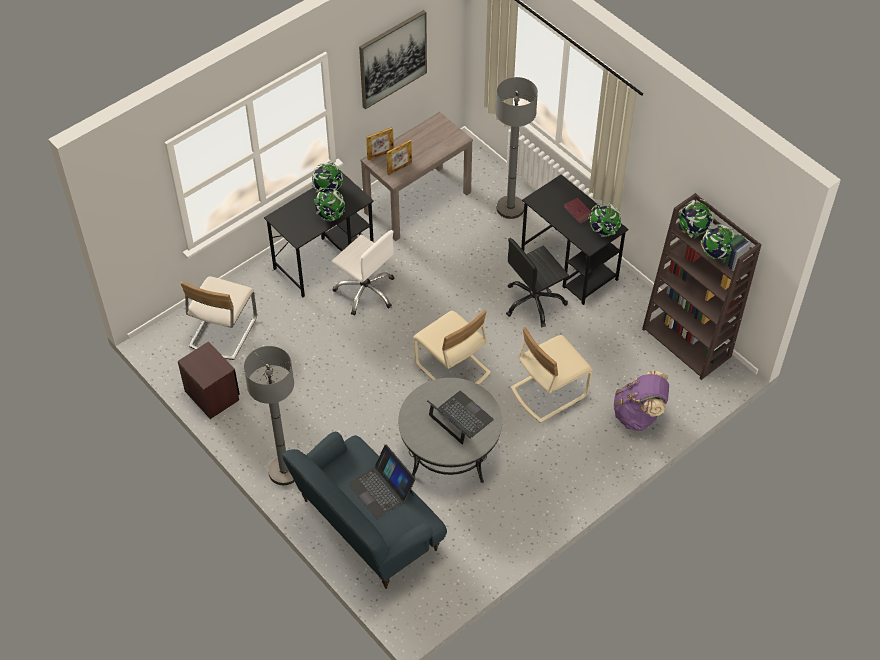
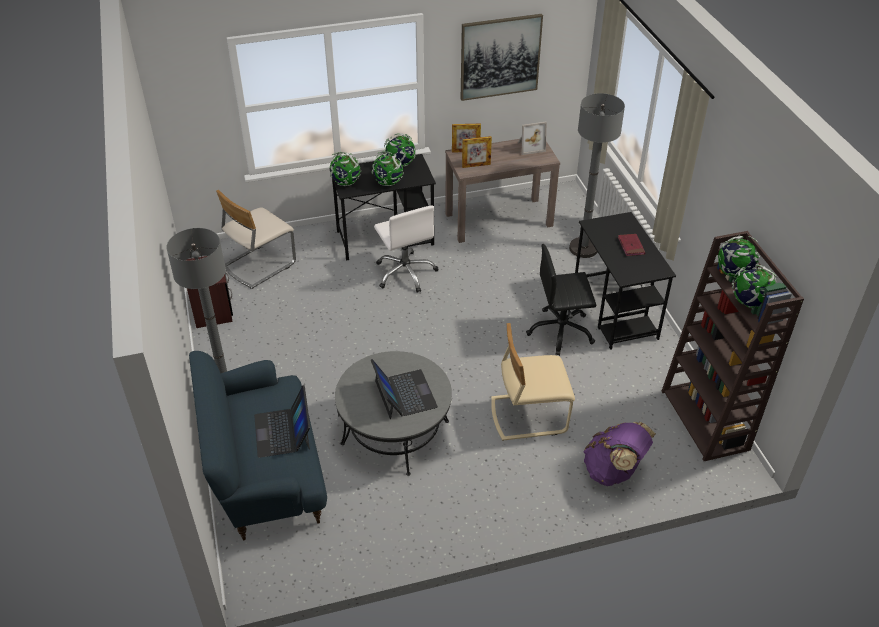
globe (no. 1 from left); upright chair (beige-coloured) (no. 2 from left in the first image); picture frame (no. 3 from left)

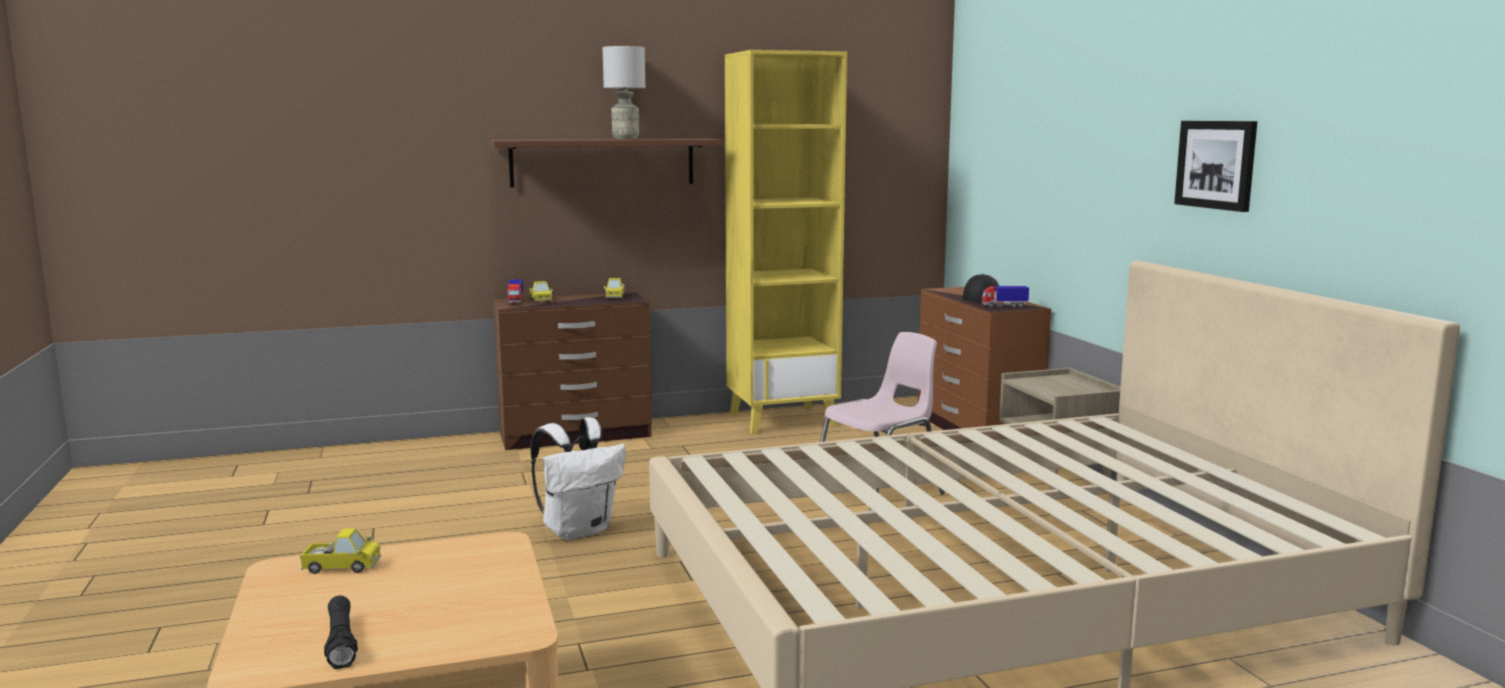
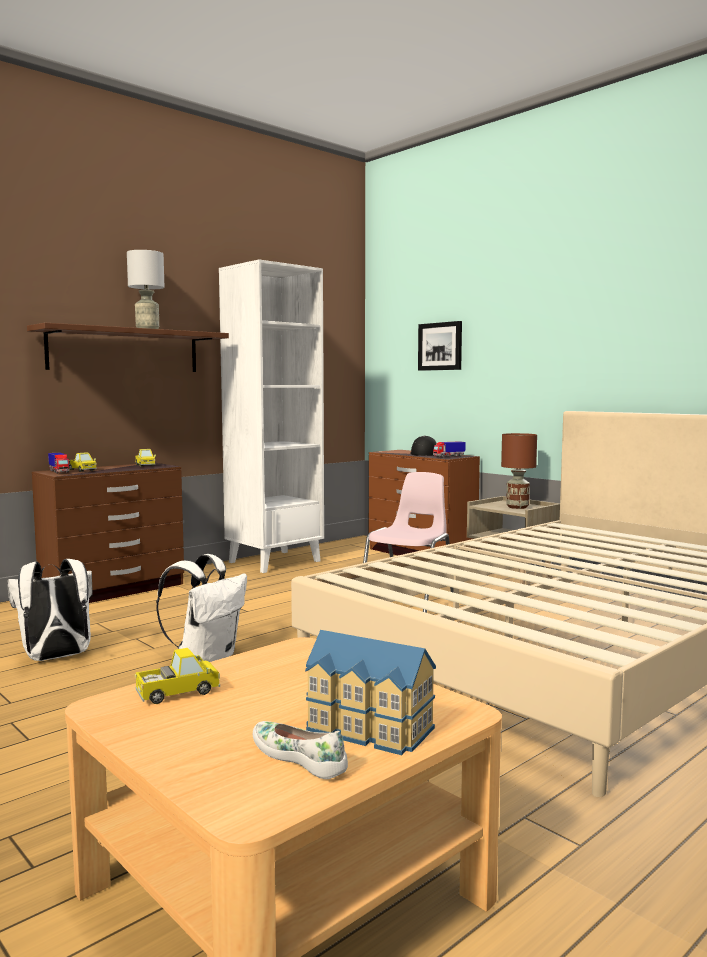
bookcase (white-coloured); wall picture; shoe (white-coloured); tabletop lamp (brown-coloured); rucksack (white-coloured) (no. 1 from left); toy house

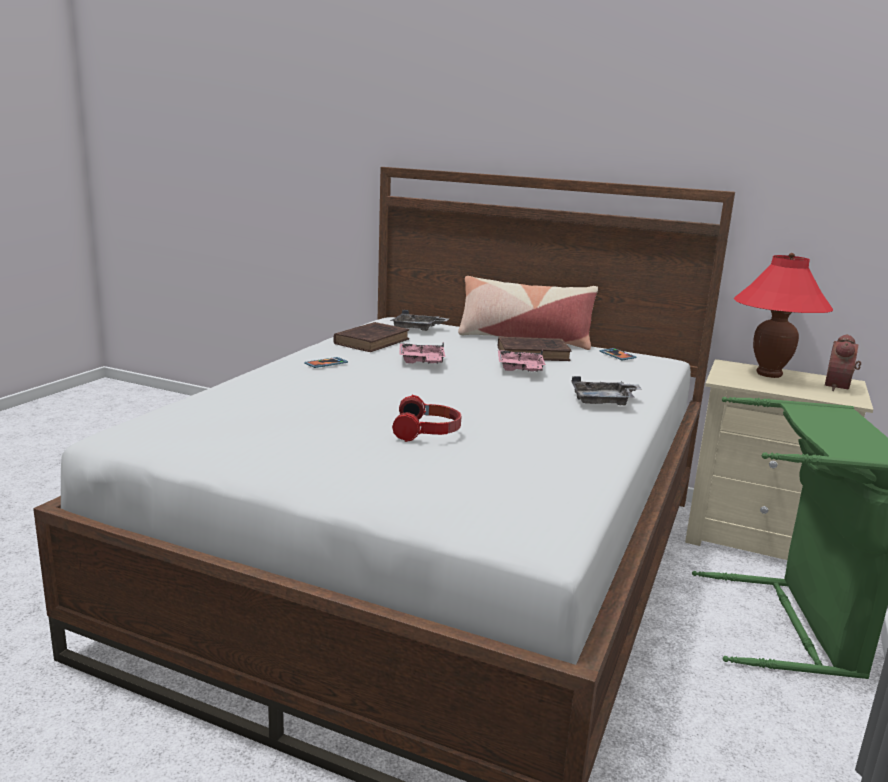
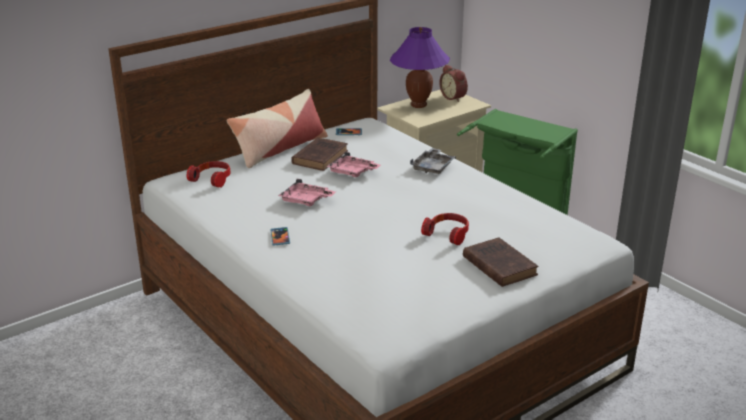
tabletop lamp (purplish); headphones (no. 1 from left); volume (brown-coloured) (no. 2 from left)

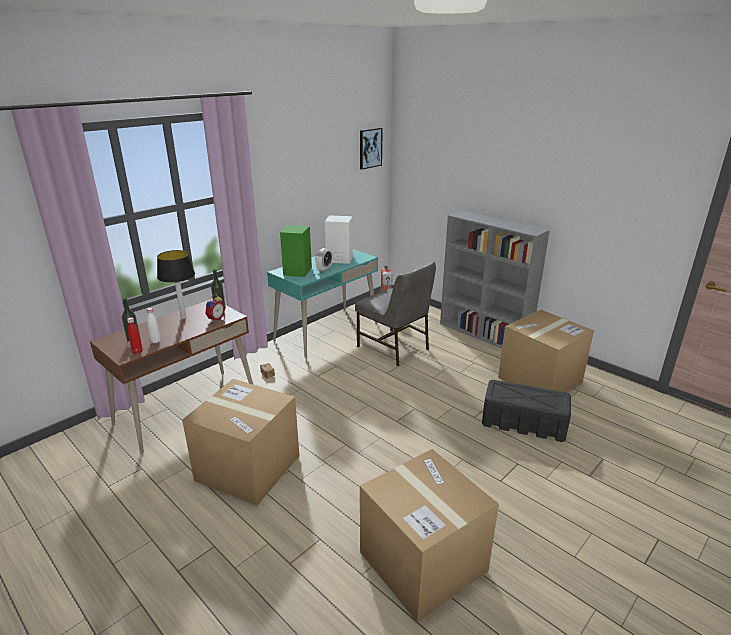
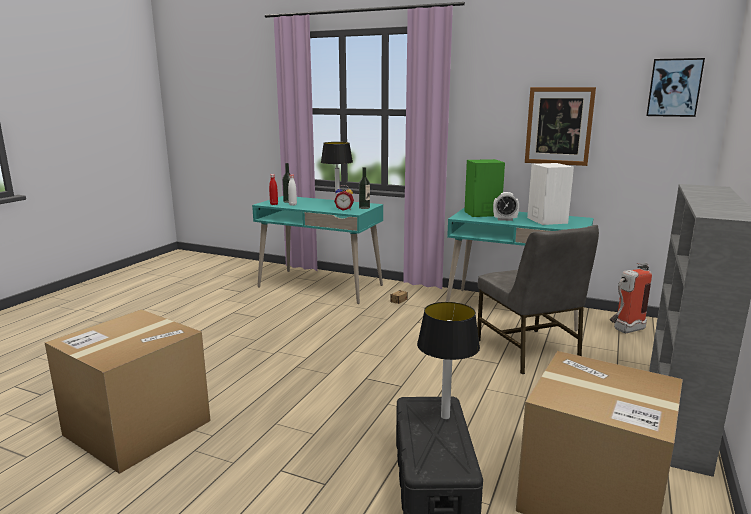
upright chair (gray); desk unit (blue-green) (no. 1 from left); packing box (no. 1 from left in the first image); wall picture (no. 1 from left); tabletop lamp (no. 2 from left)

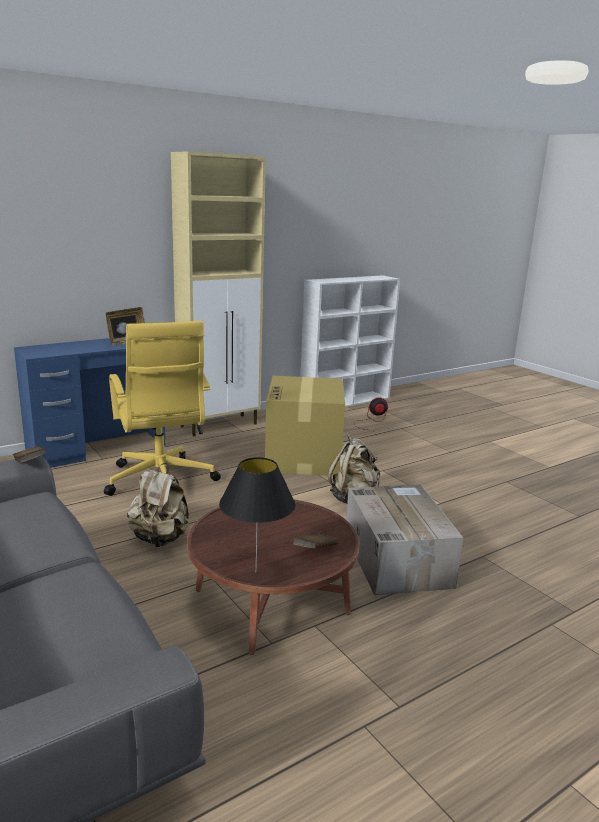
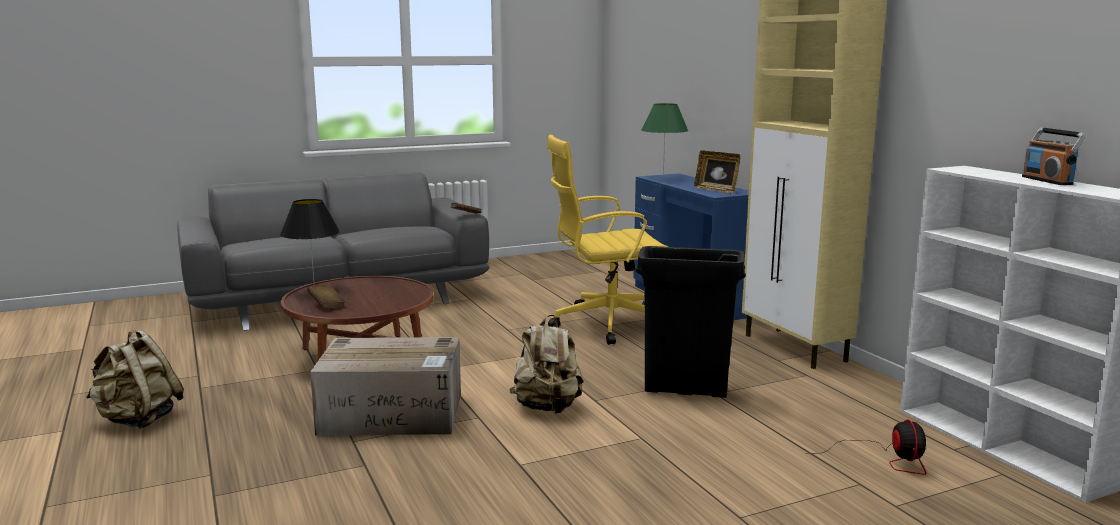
trash can (black-coloured); rucksack (beige-coloured) (no. 1 from left); tabletop lamp (green-coloured); radio set

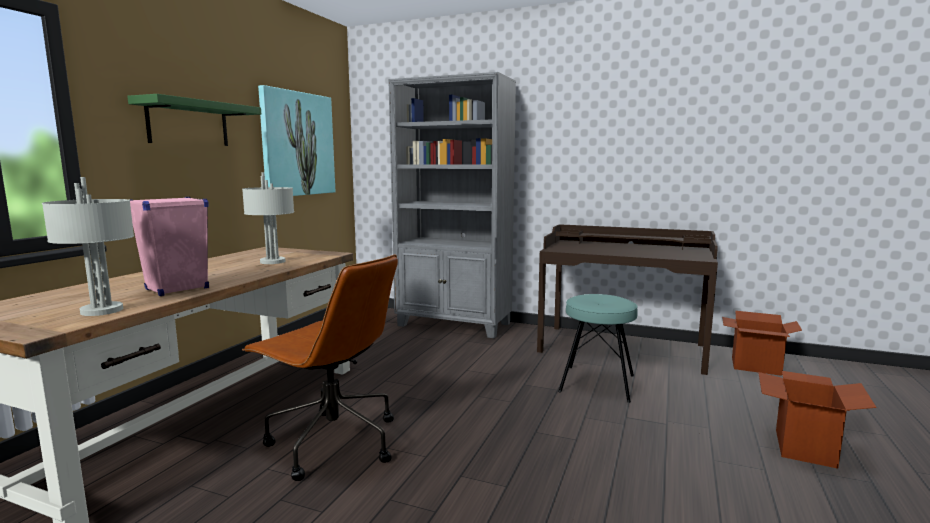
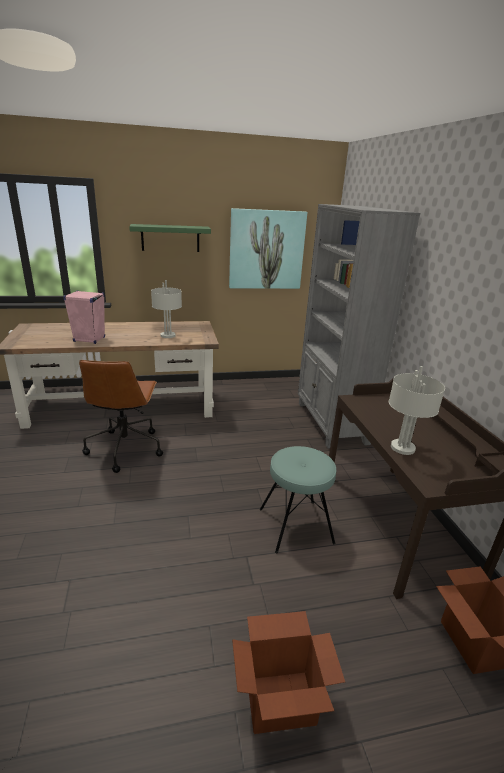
tabletop lamp (gray) (no. 2 from left)

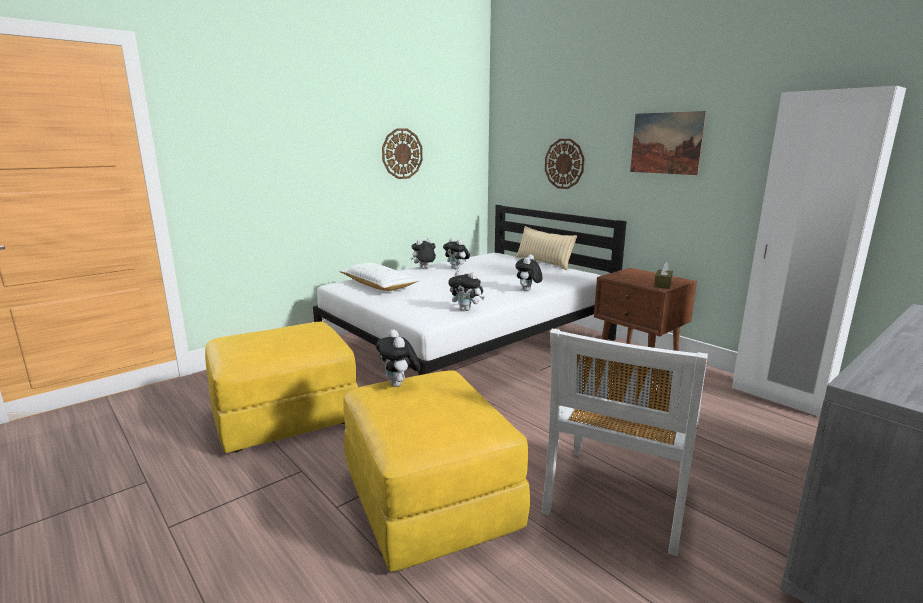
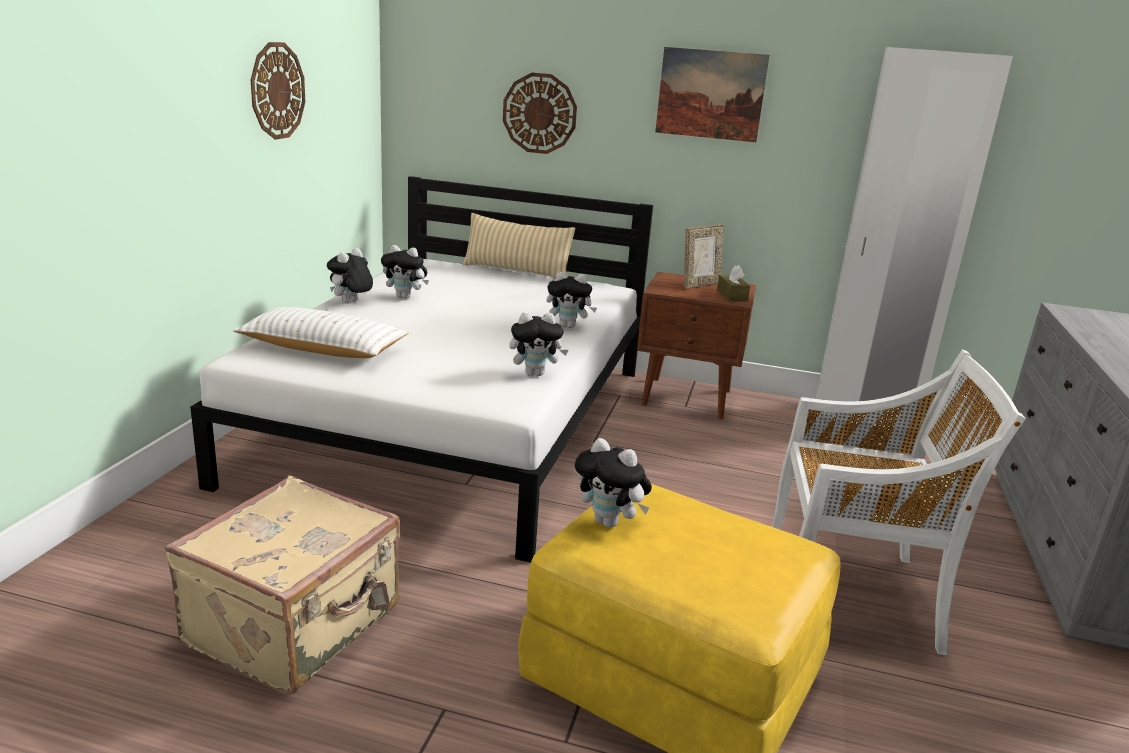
soft toy (no. 4 from left); suitcase (beige-coloured); upright chair (white-coloured); picture frame

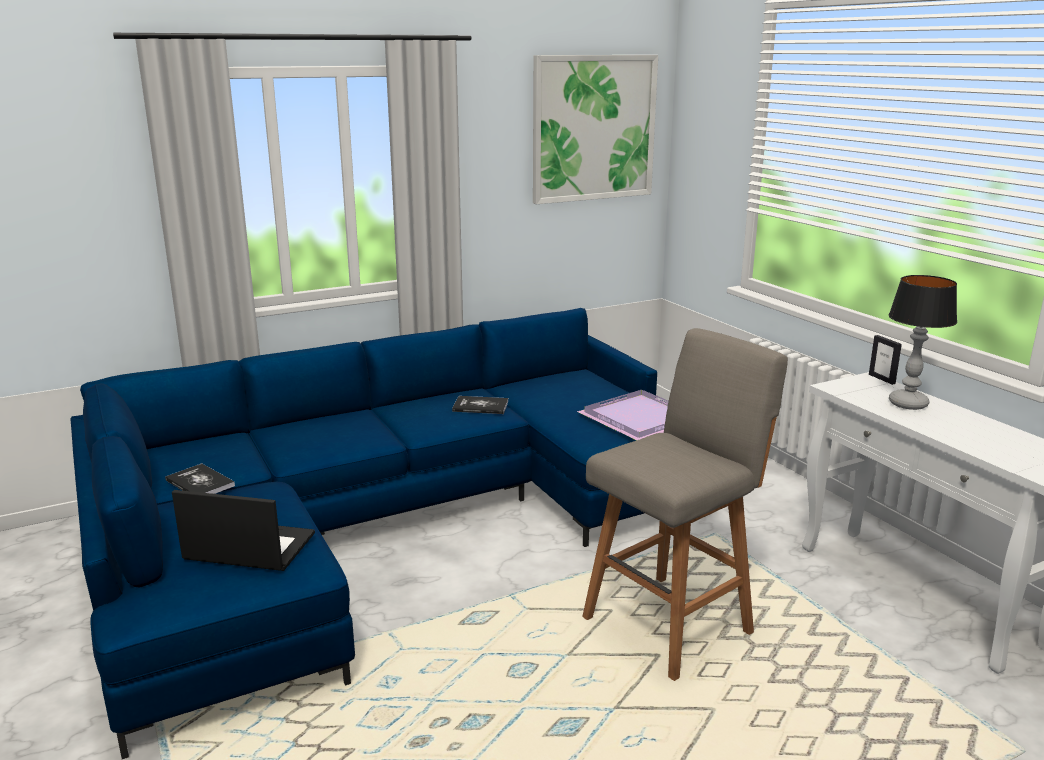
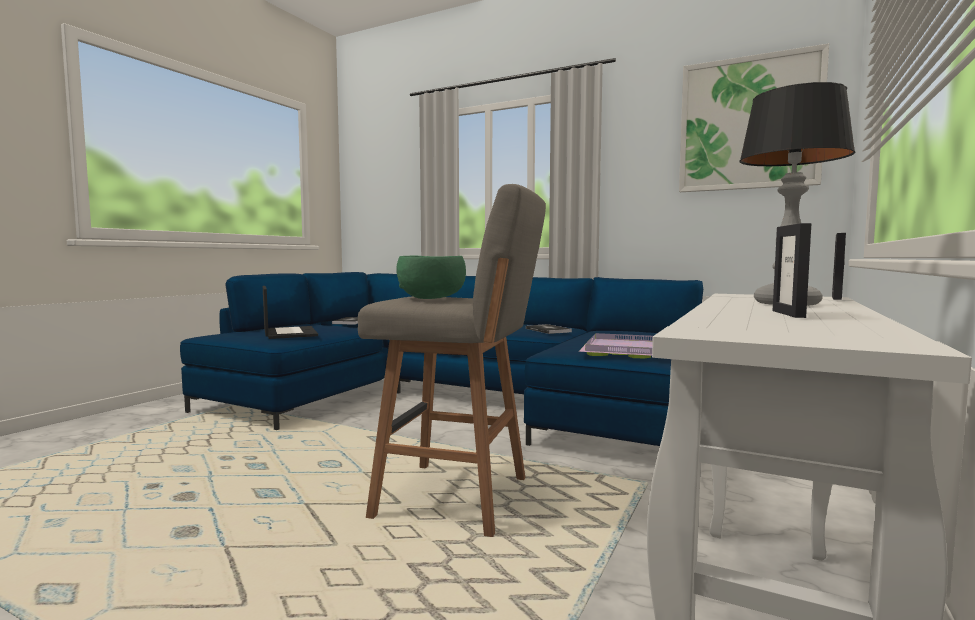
picture frame (no. 1 from left); bowl (green-coloured)

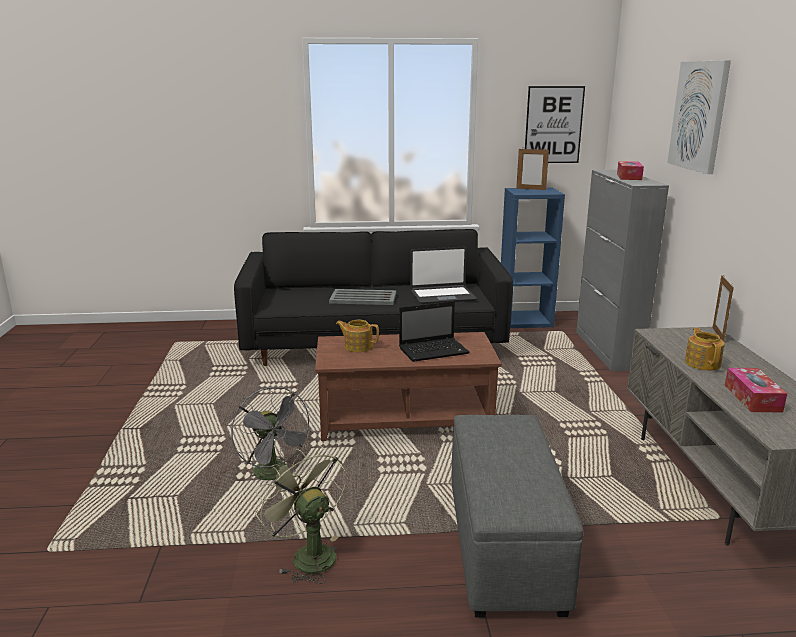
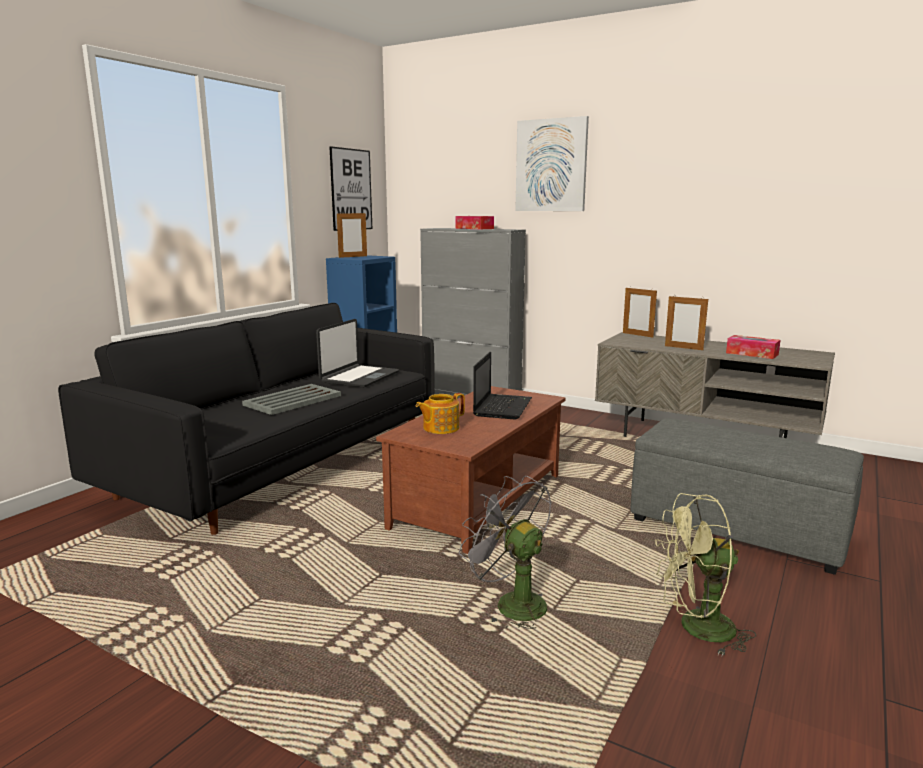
picture frame (no. 3 from left); electric fan (gray)

